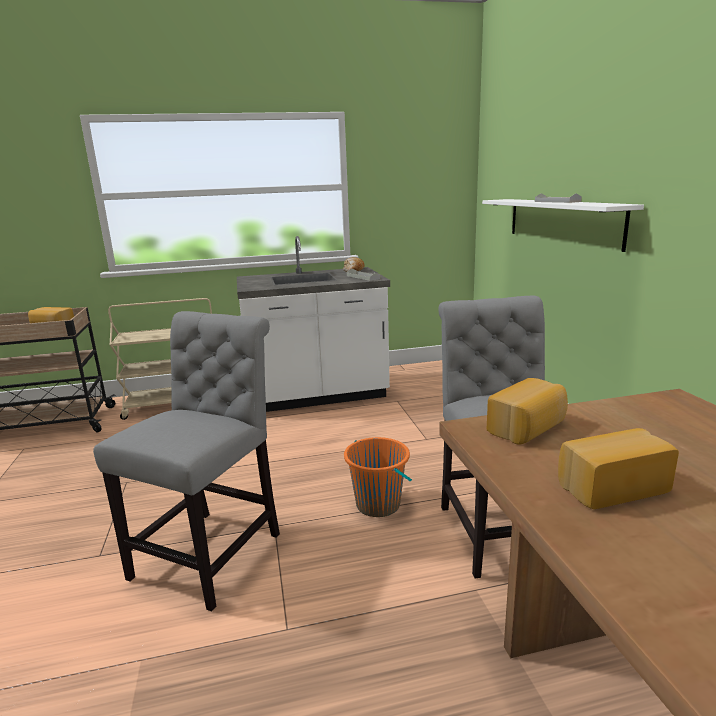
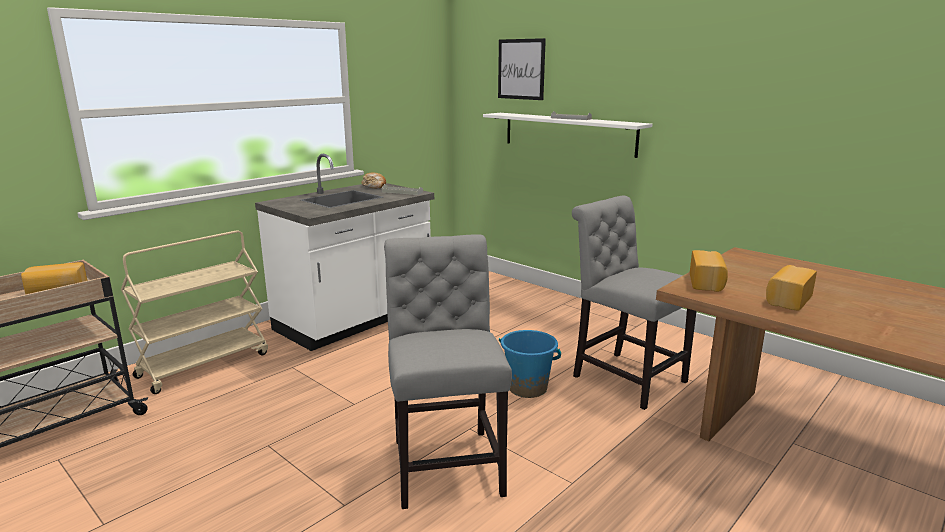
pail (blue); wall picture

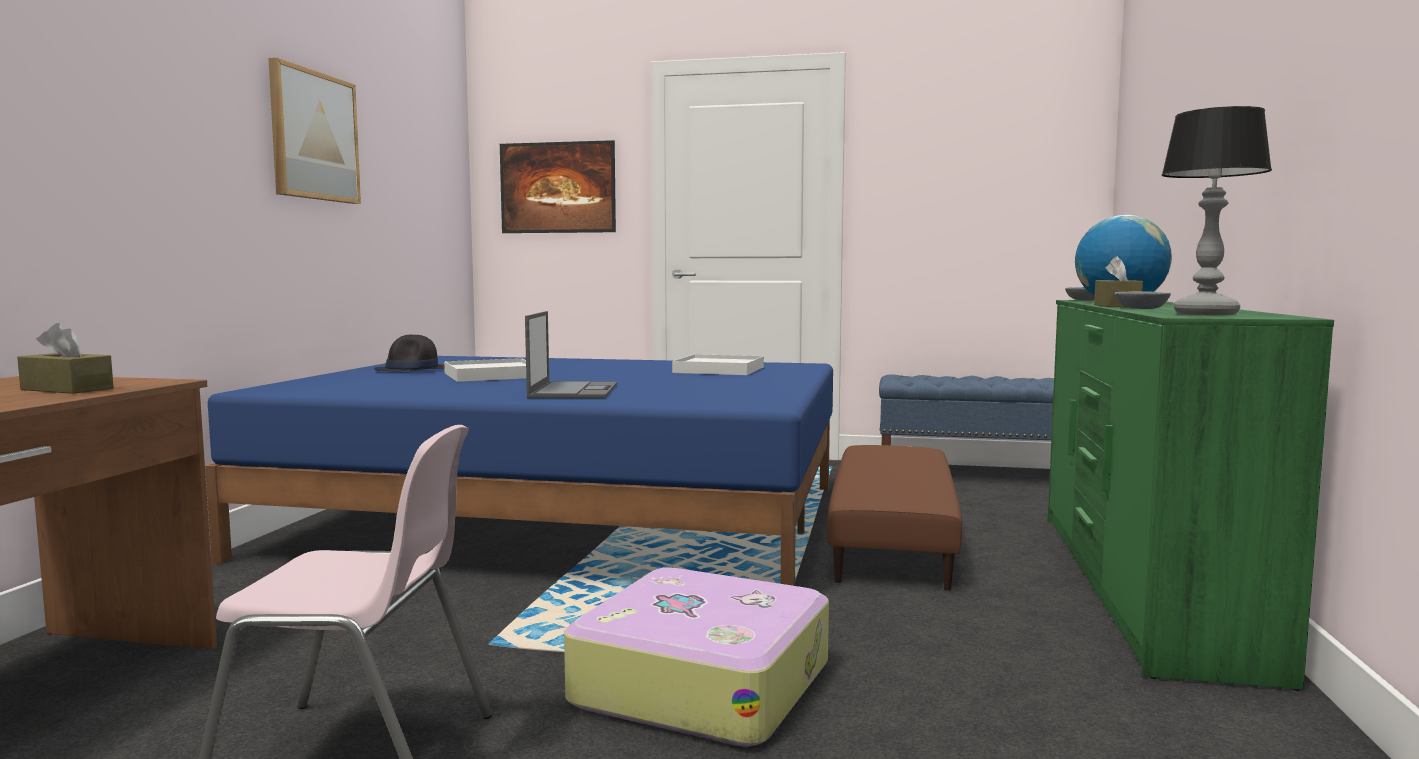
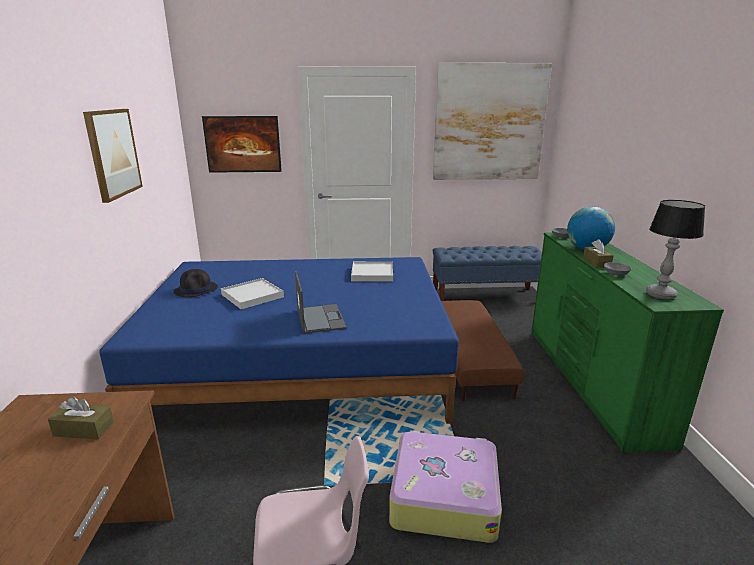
wall picture (no. 3 from left)

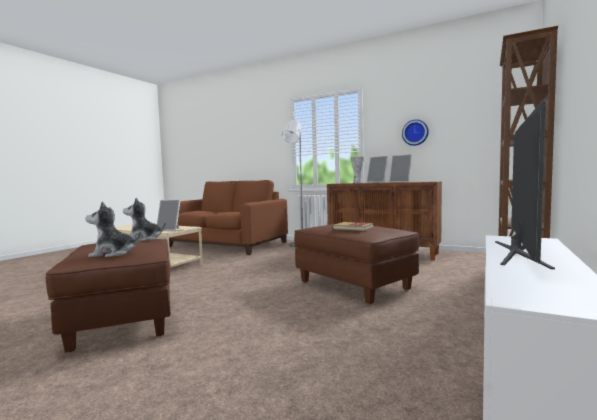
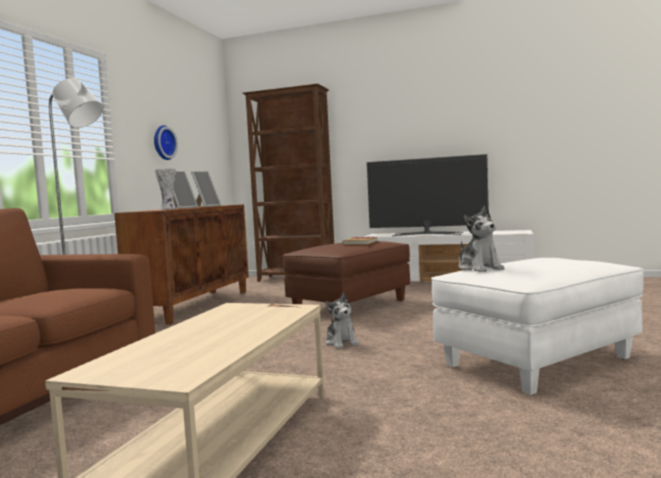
picture frame (no. 1 from left in the first image); soft toy (no. 1 from left); footrest (white-coloured)

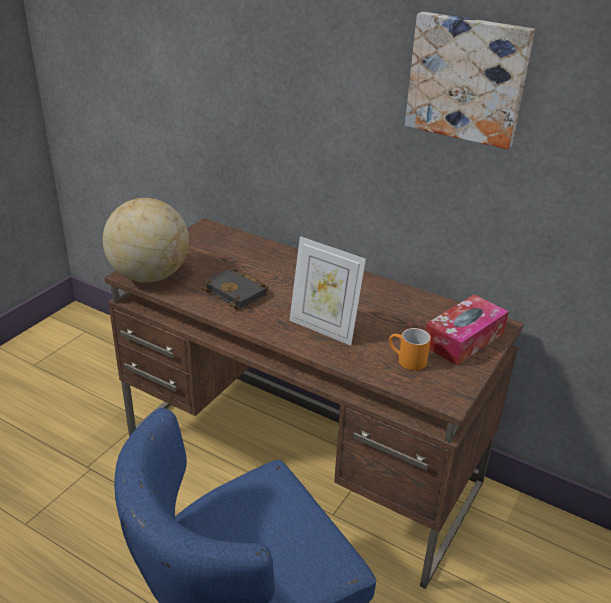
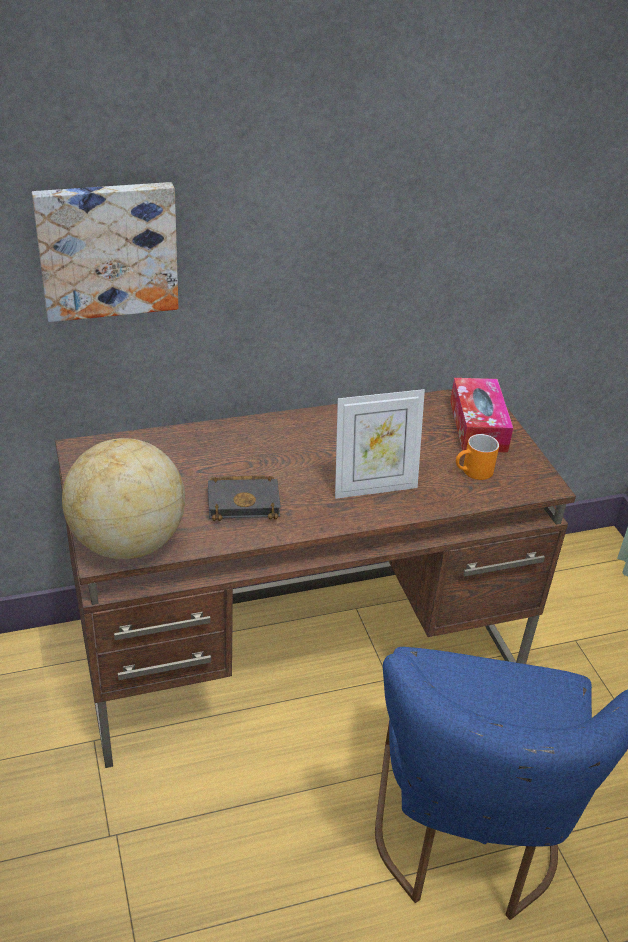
wall picture

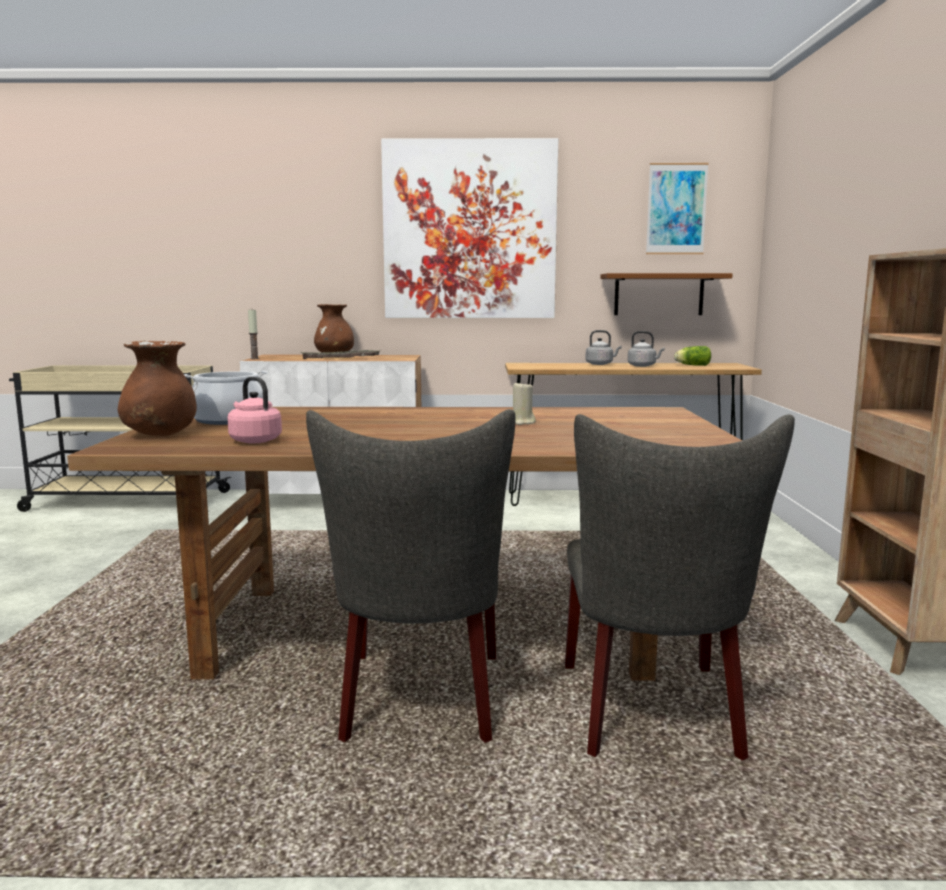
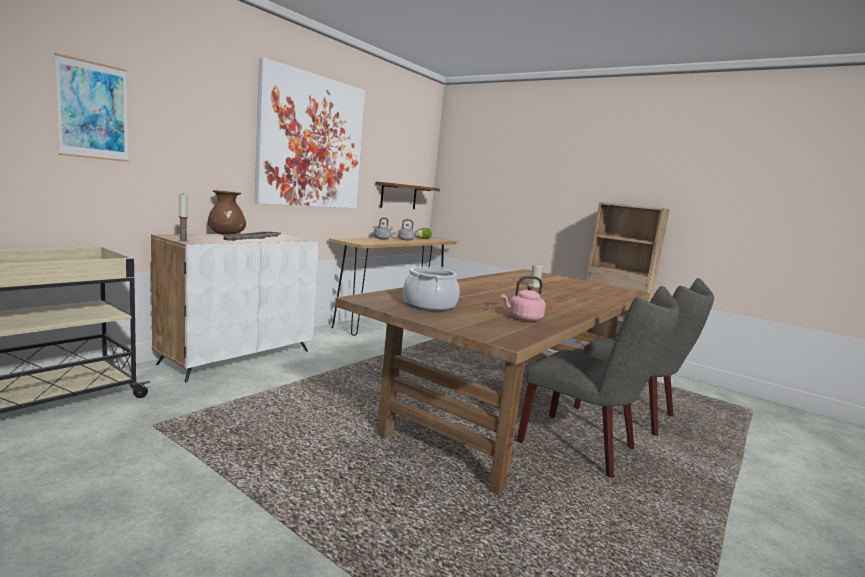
wall picture (no. 1 from left); vase (brown-coloured) (no. 1 from left in the first image)

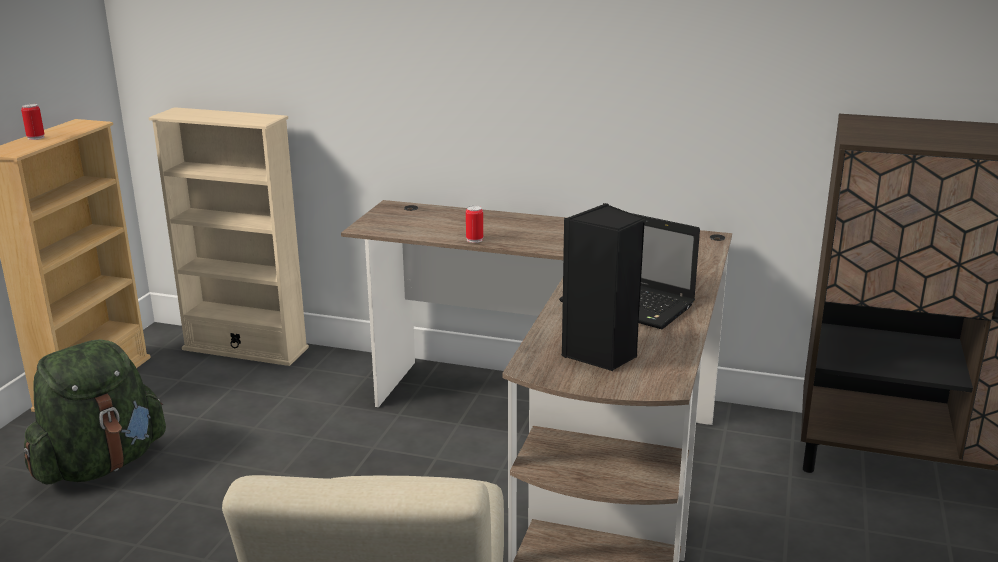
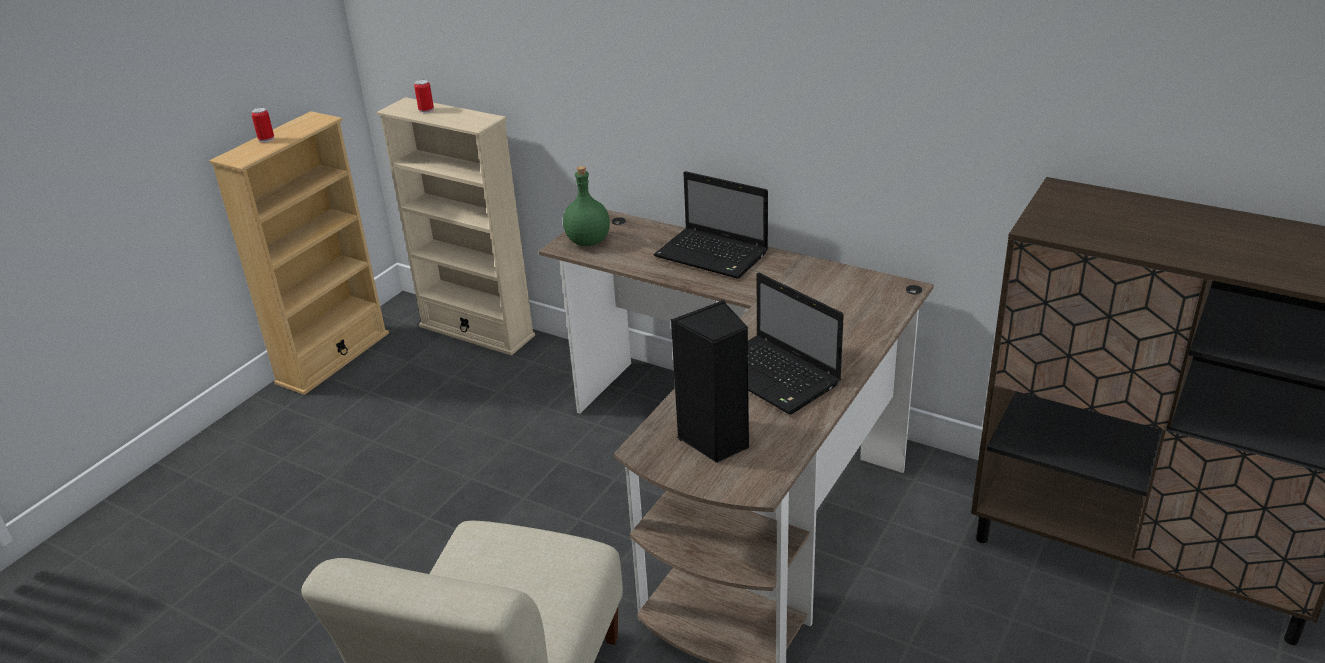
sealed can (no. 2 from left); rucksack (green-coloured); beverage bottle (green-coloured); notebook computer (no. 1 from left)

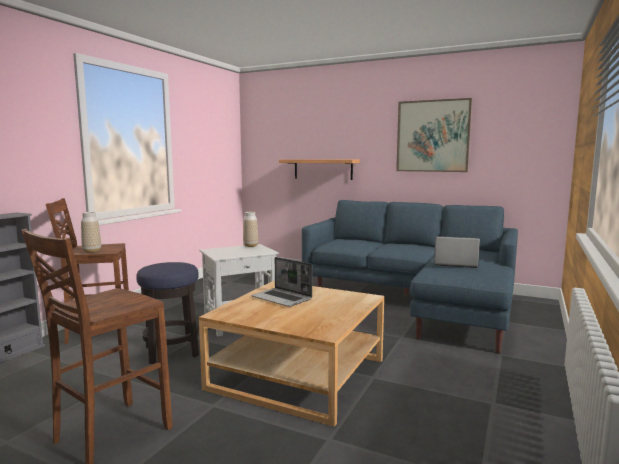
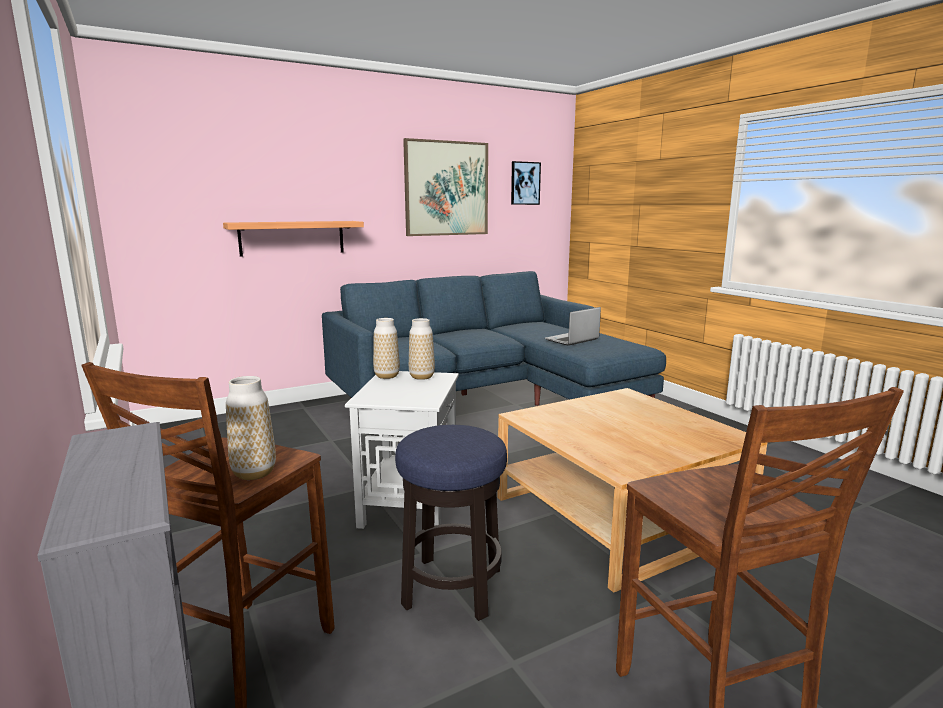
notebook computer (no. 1 from left in the first image); wall picture (no. 2 from left); vase (no. 3 from left)

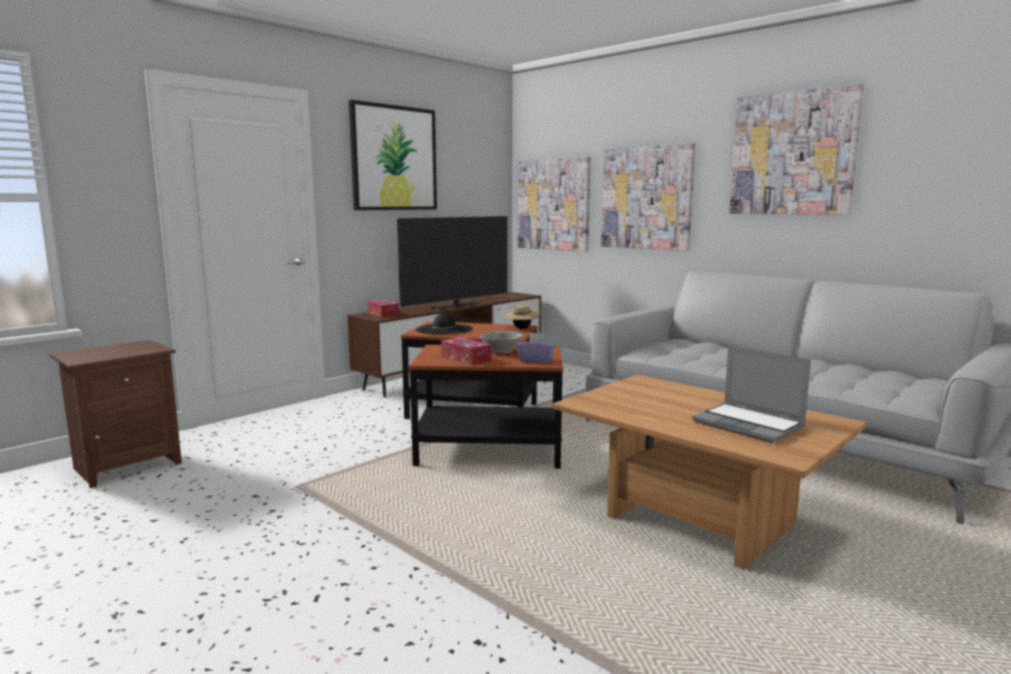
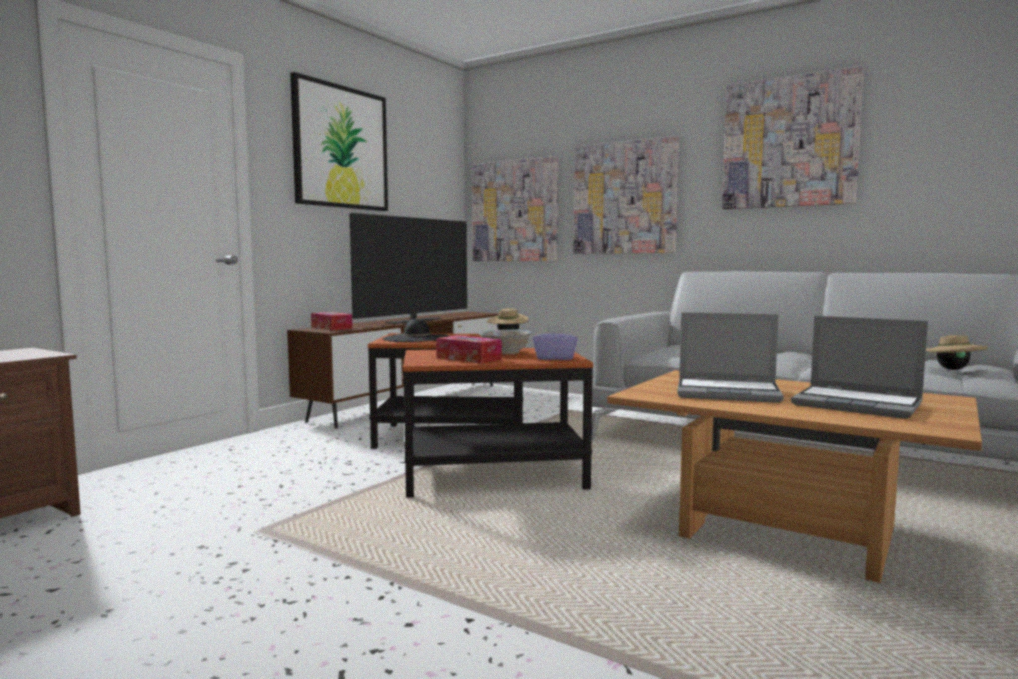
notebook computer (no. 1 from left); hat (beige-coloured) (no. 2 from left)

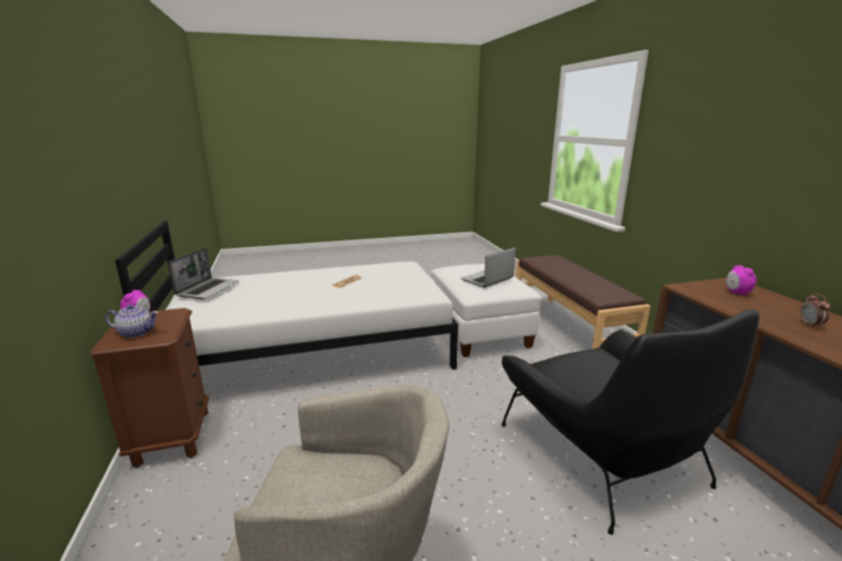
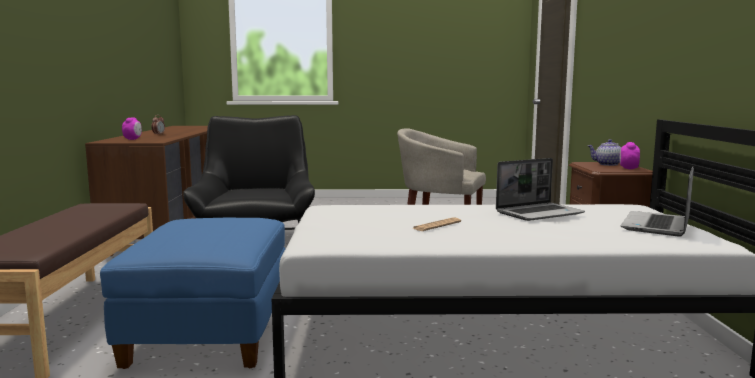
notebook computer (no. 1 from left); footrest (blue)

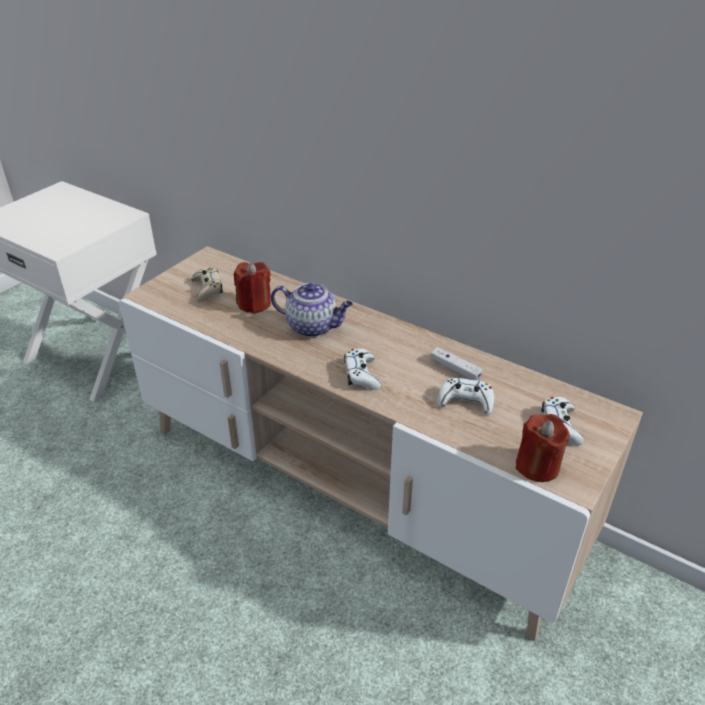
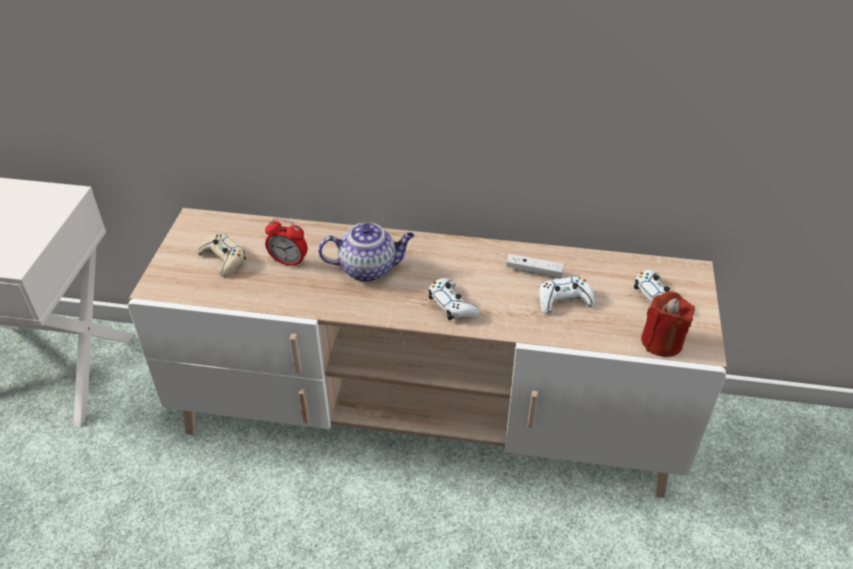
table clock

